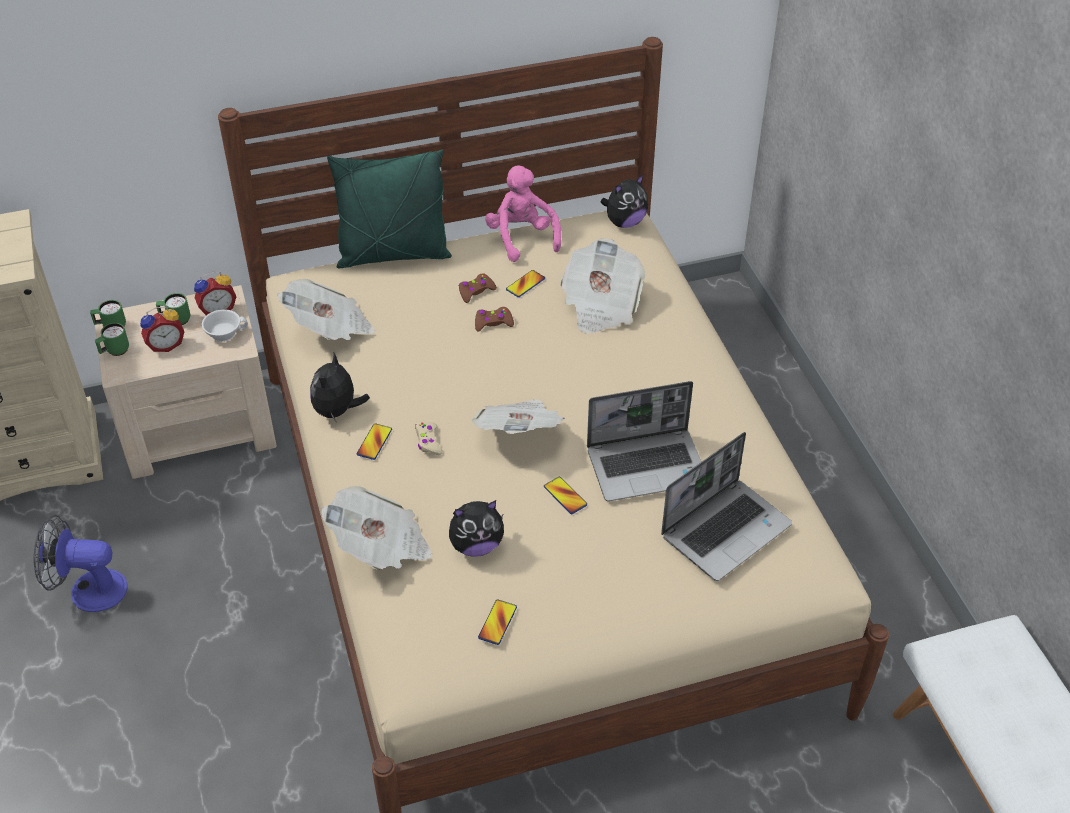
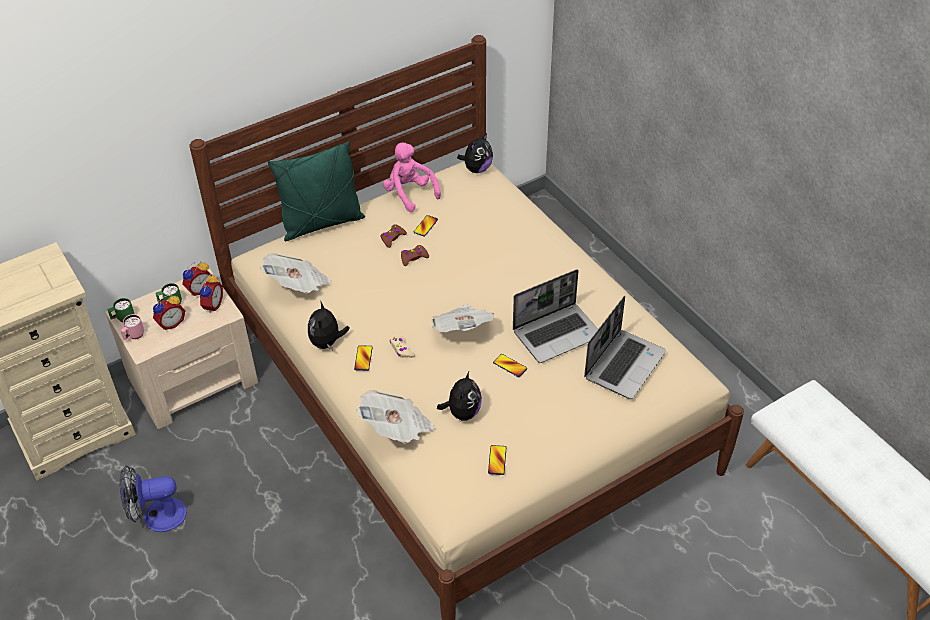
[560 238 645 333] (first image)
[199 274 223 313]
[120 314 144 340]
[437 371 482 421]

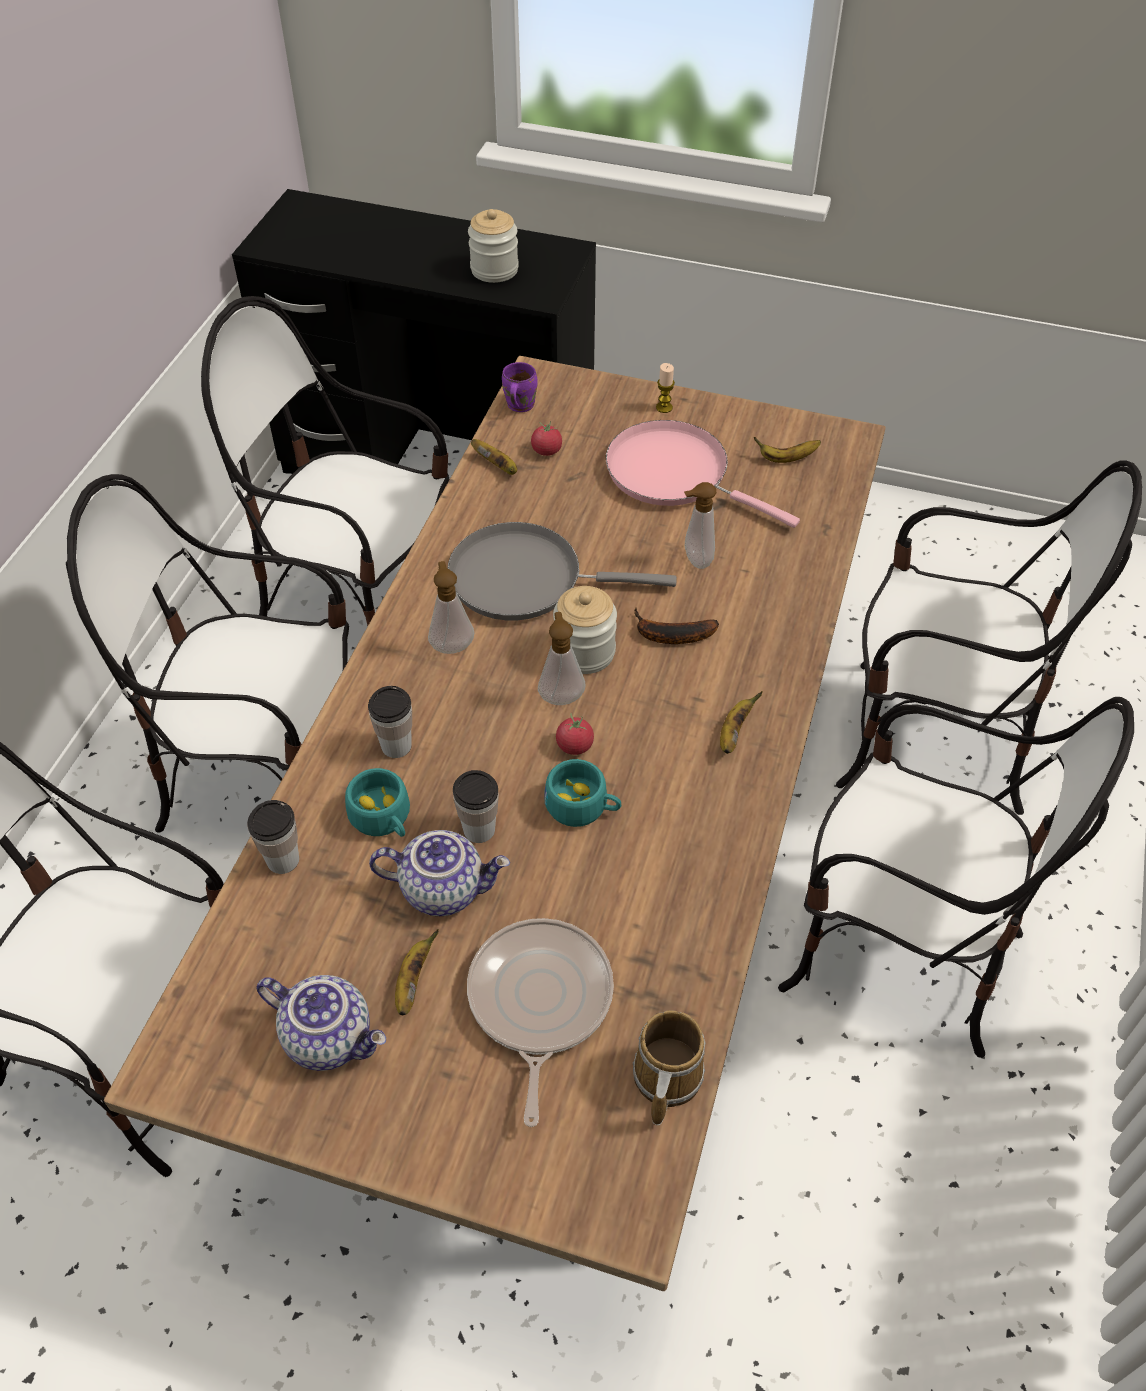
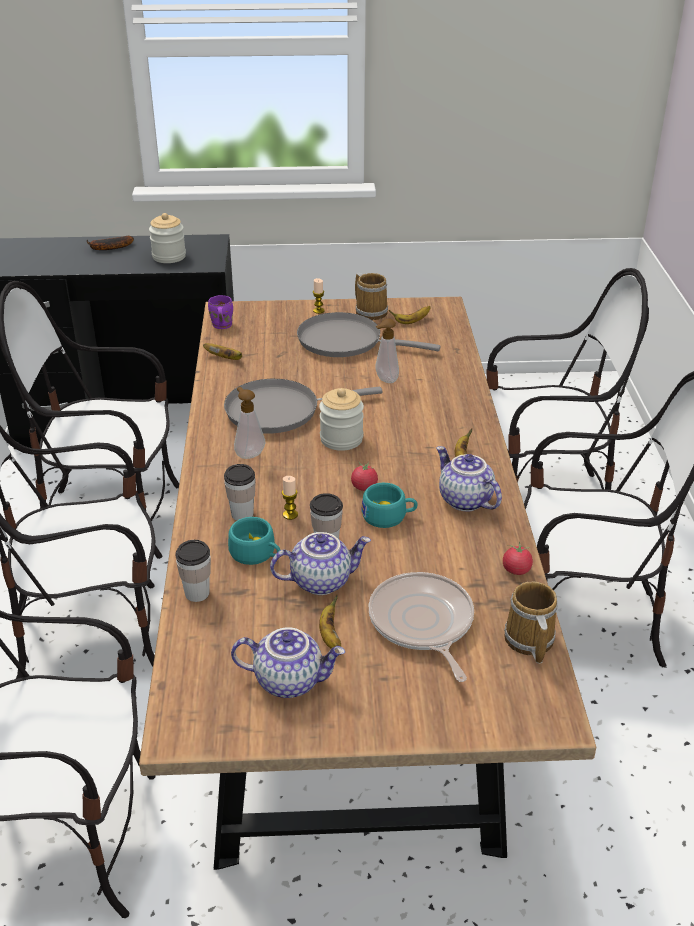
[538 612 585 705] (first image)
[282 476 298 520]
[355 273 388 320]
[436 446 502 511]
[503 542 533 575]
[87 236 134 250]
[297 312 441 357]

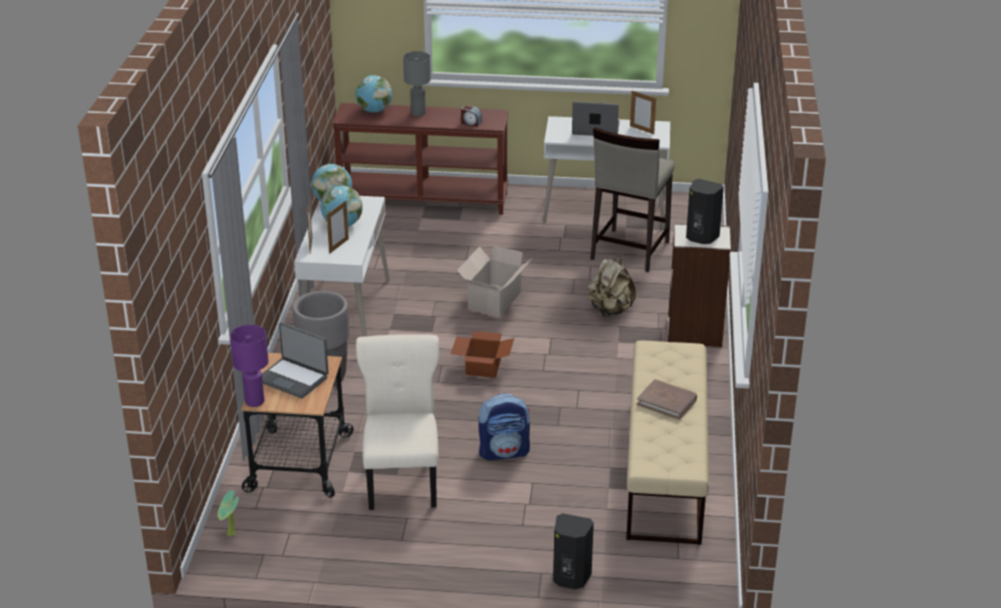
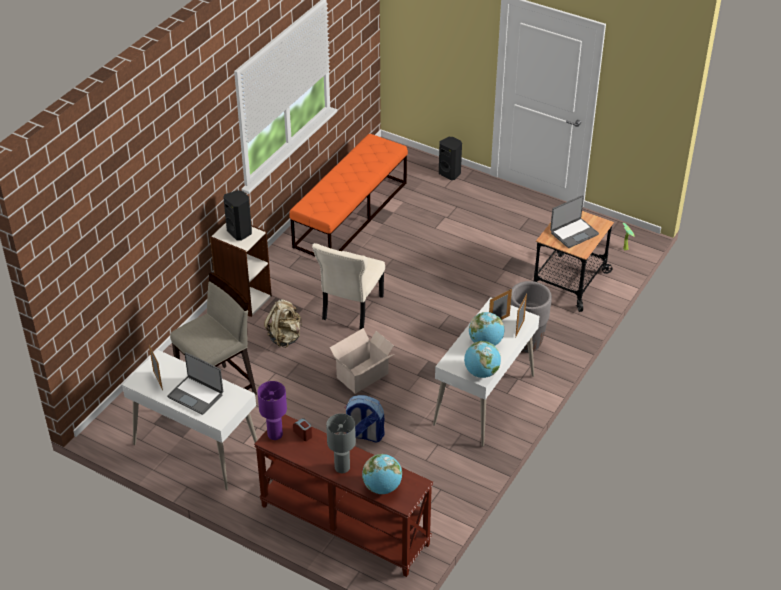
[451 331 514 378] (first image)
[637 379 697 420] (first image)
[257 381 287 440]
[312 243 385 330]
[344 395 384 443]
[289 134 408 256]
[550 195 599 248]

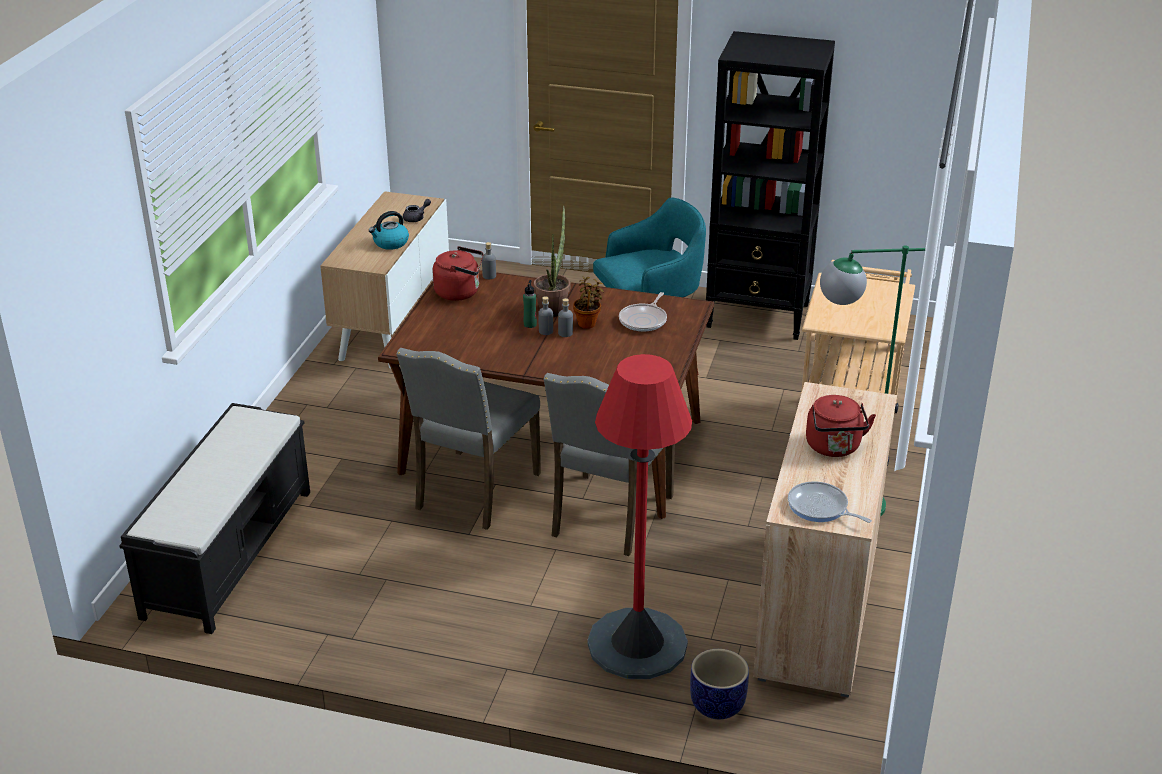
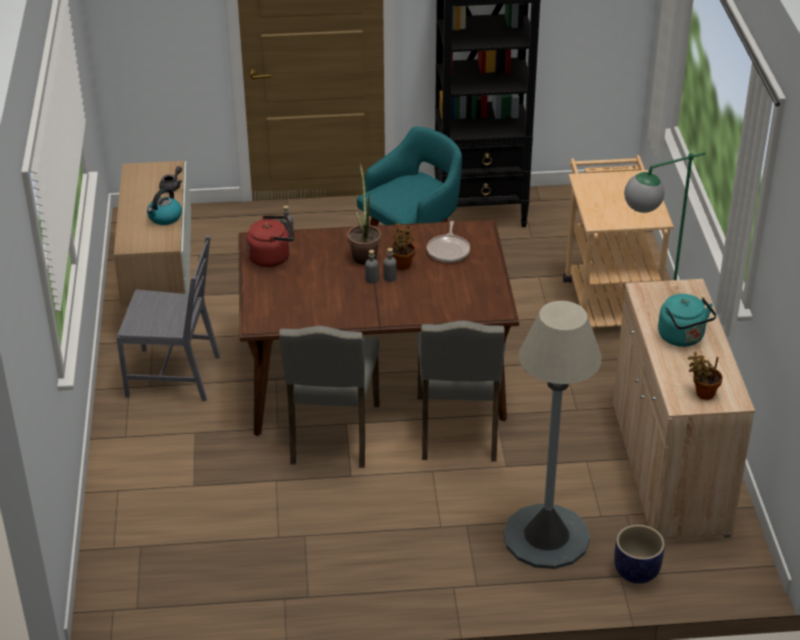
[119 403 310 634] (first image)
[523 280 537 328] (first image)
[116 235 220 401]
[688 352 723 400]
[503 301 602 569]
[658 294 717 347]

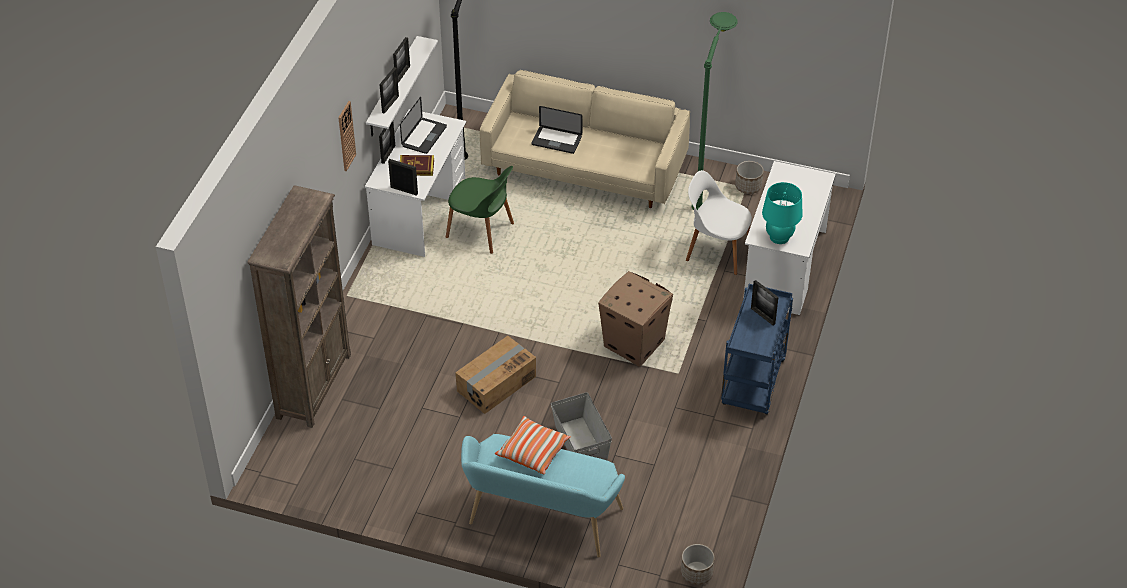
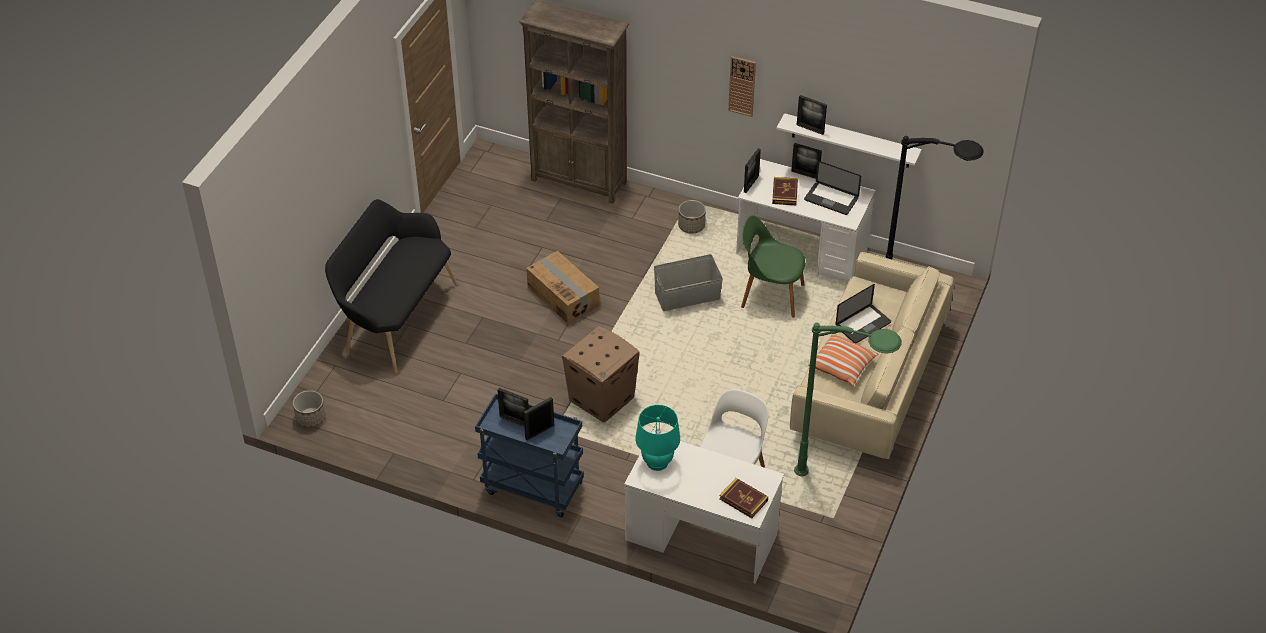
[719 478 768 518]
[498 388 529 426]
[808 333 879 386]
[654 254 723 311]
[678 200 706 234]
[325 199 457 373]
[741 215 805 318]
[835 284 891 344]

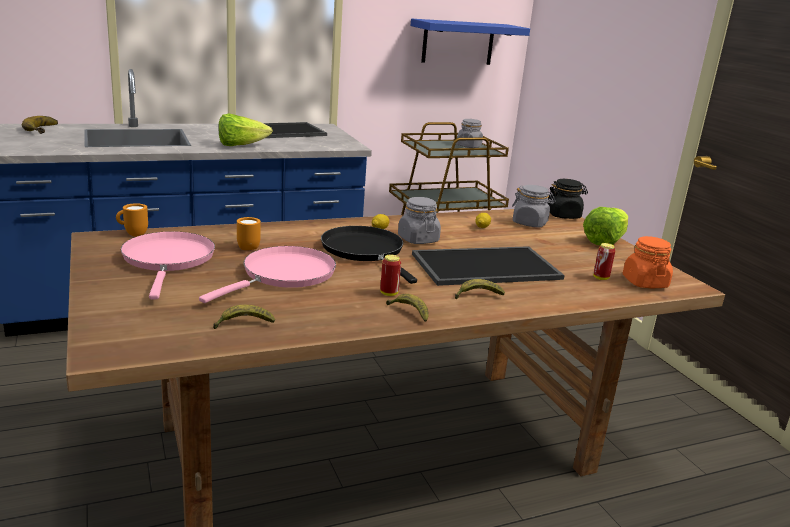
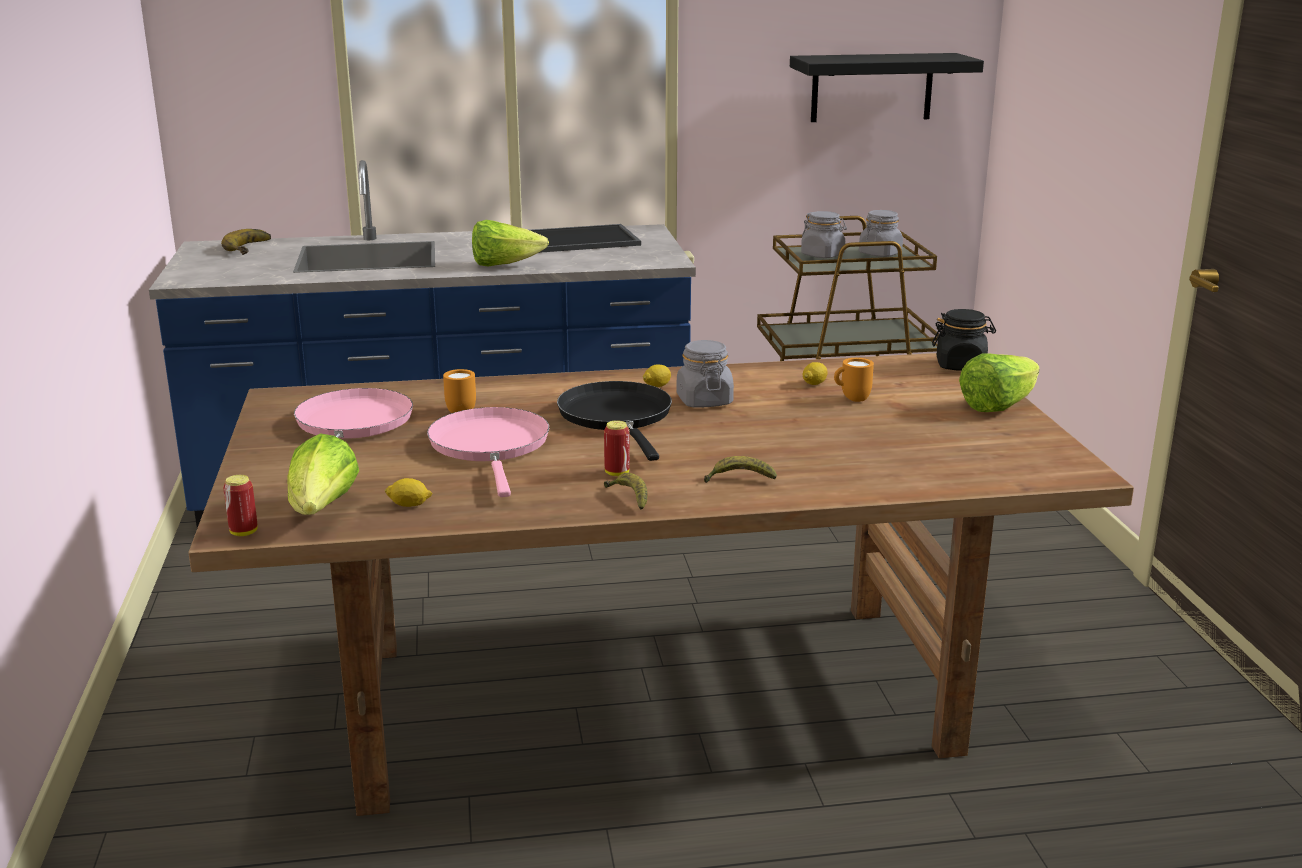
[412 246 565 286] (first image)
[623 236 673 288] (first image)
[288 433 359 515]
[834 358 874 402]
[801 211 847 258]
[223 475 258 536]
[385 478 433 507]
[790 53 984 122]
[427 407 549 497]

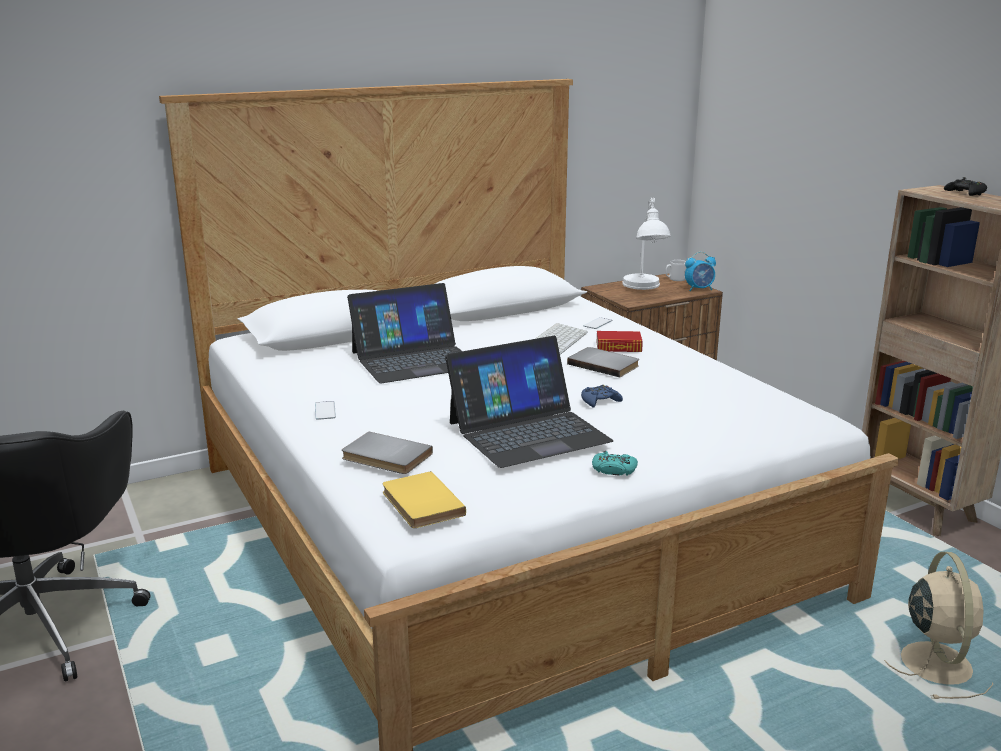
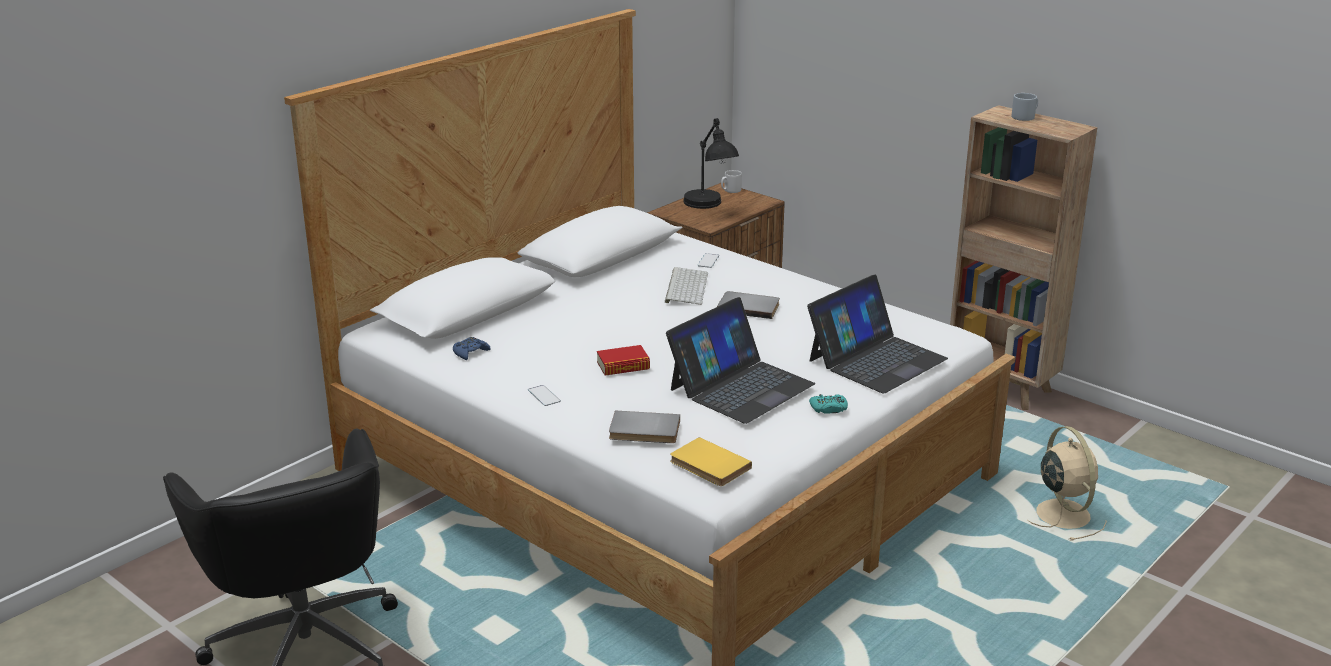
[685 252 716 291] (first image)
[807 275 948 393]
[453 337 491 360]
[597 345 650 376]
[1012 93 1038 121]
[683 118 739 209]

